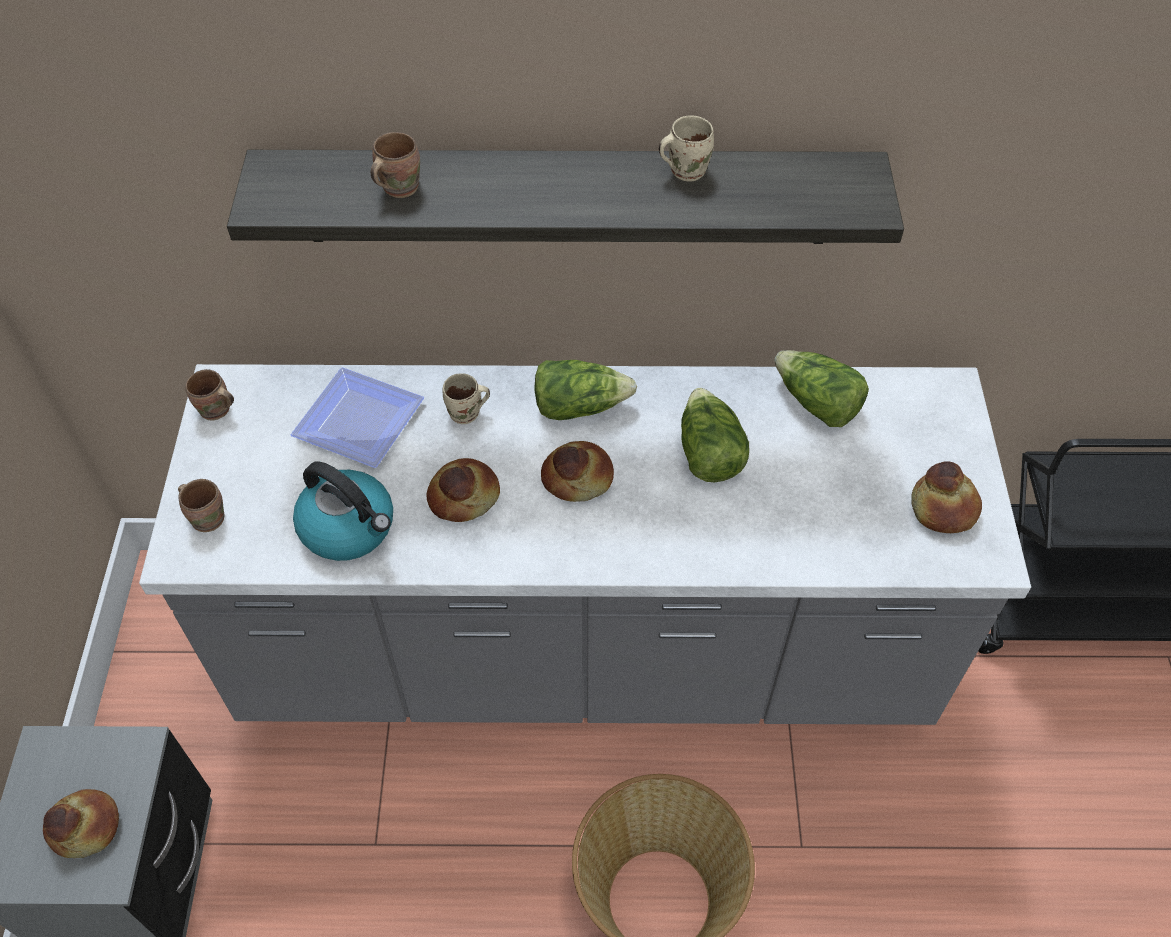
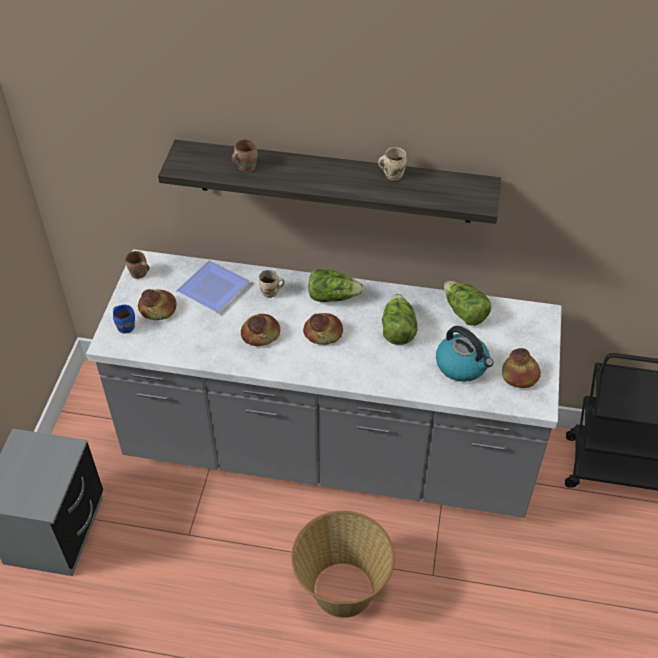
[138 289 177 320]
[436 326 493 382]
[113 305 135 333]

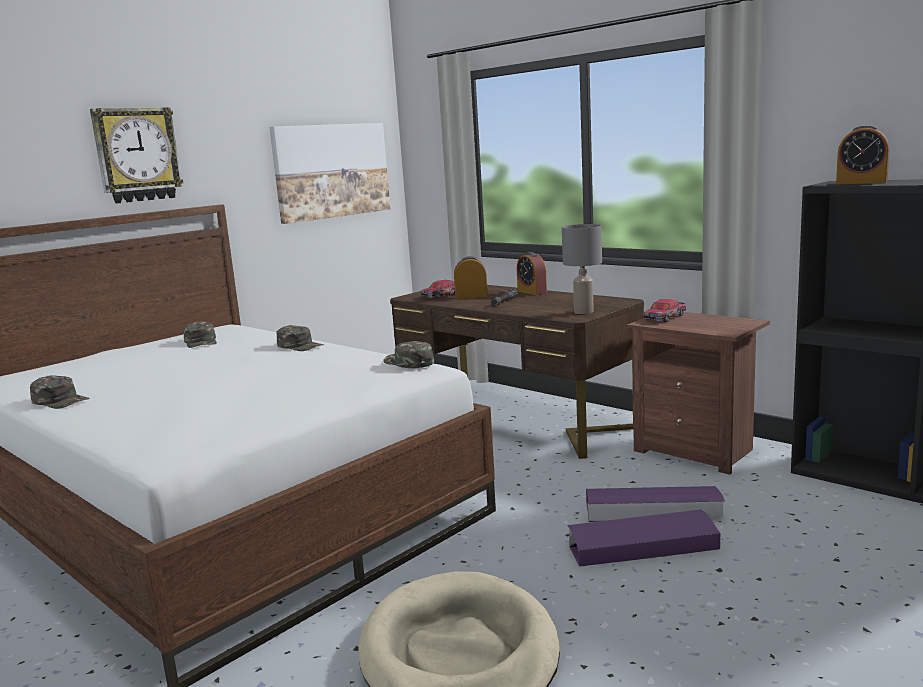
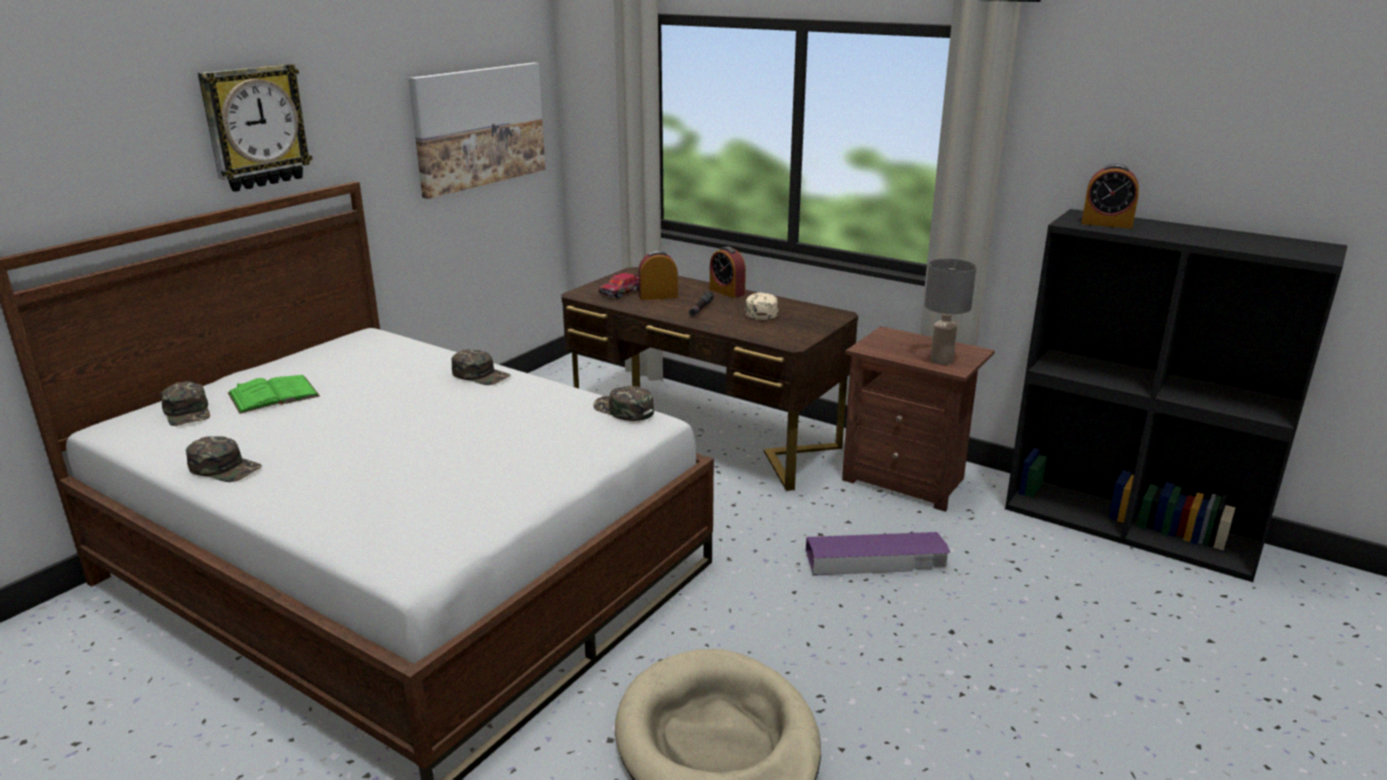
[567 509 720 567] (first image)
[643 299 686 322] (first image)
[228 375 320 414]
[745 292 778 320]
[160 381 210 426]
[925 259 976 365]

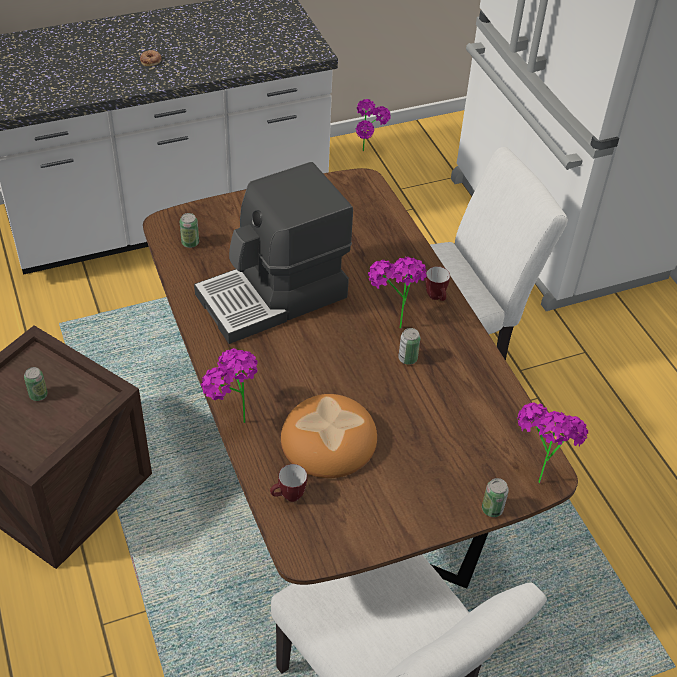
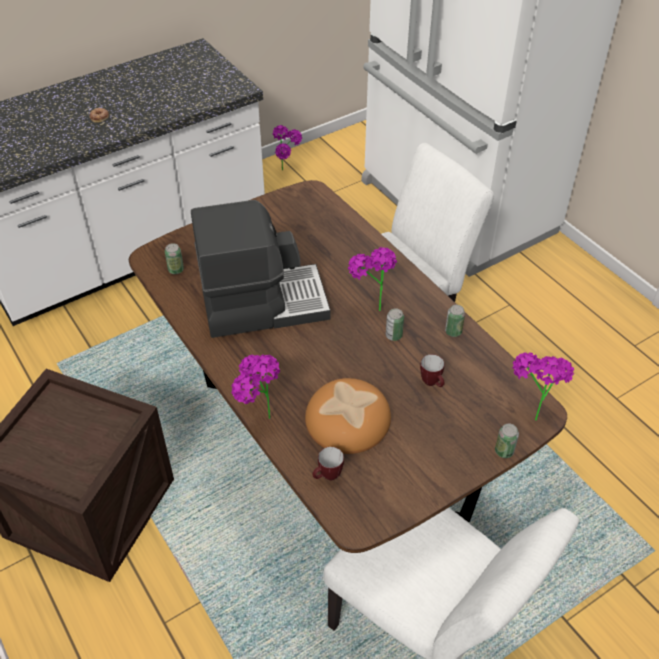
[445 305 465 337]
[420 354 444 387]
[191 200 331 338]

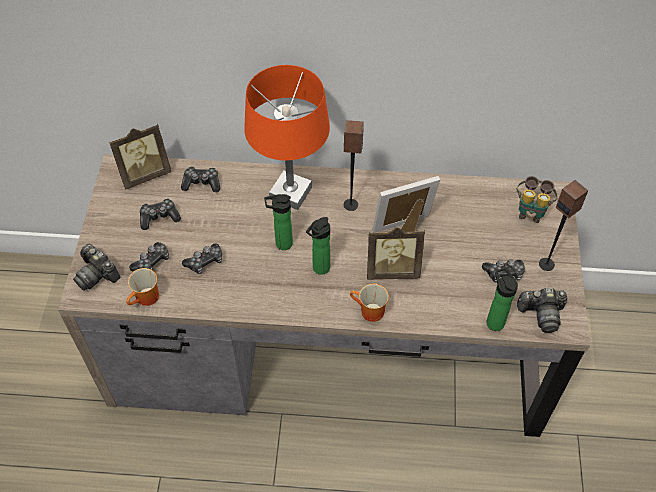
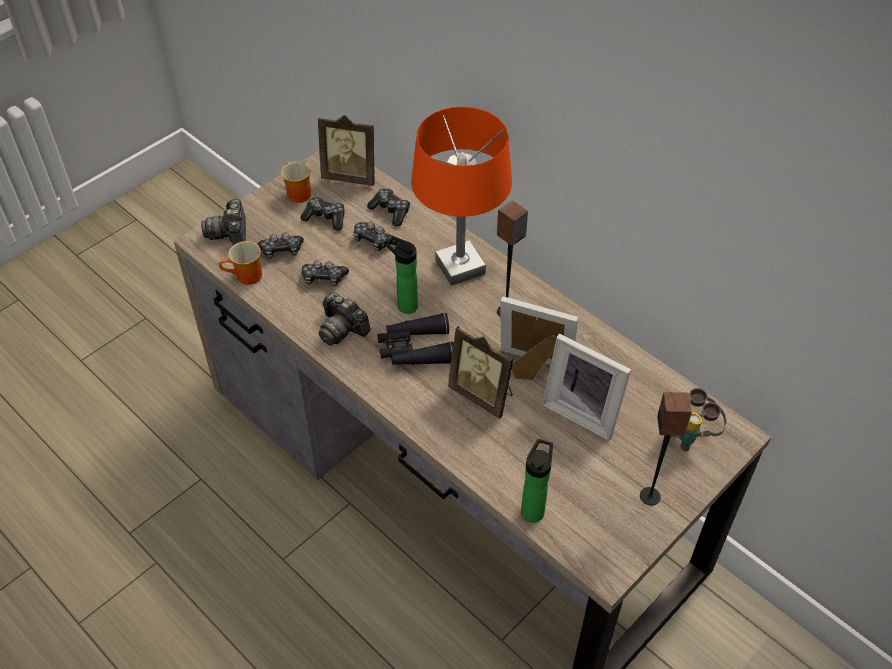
[542 334 631 440]
[281 161 311 203]
[353 222 399 251]
[318 292 370 346]
[377 313 454 365]

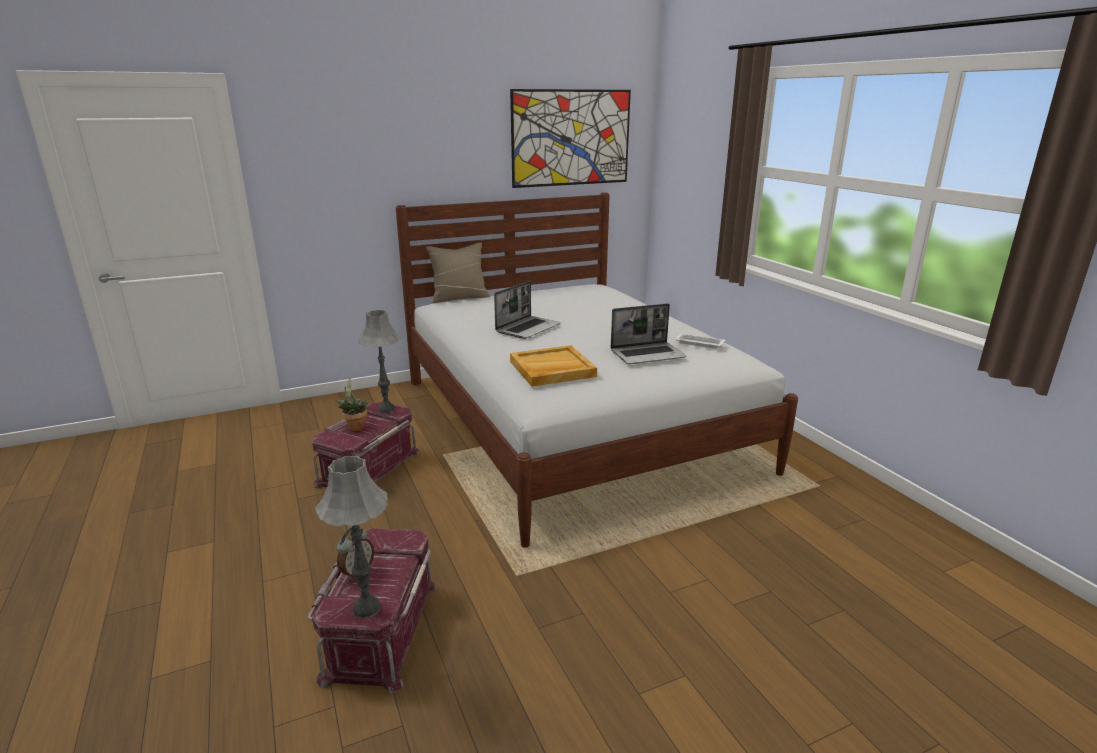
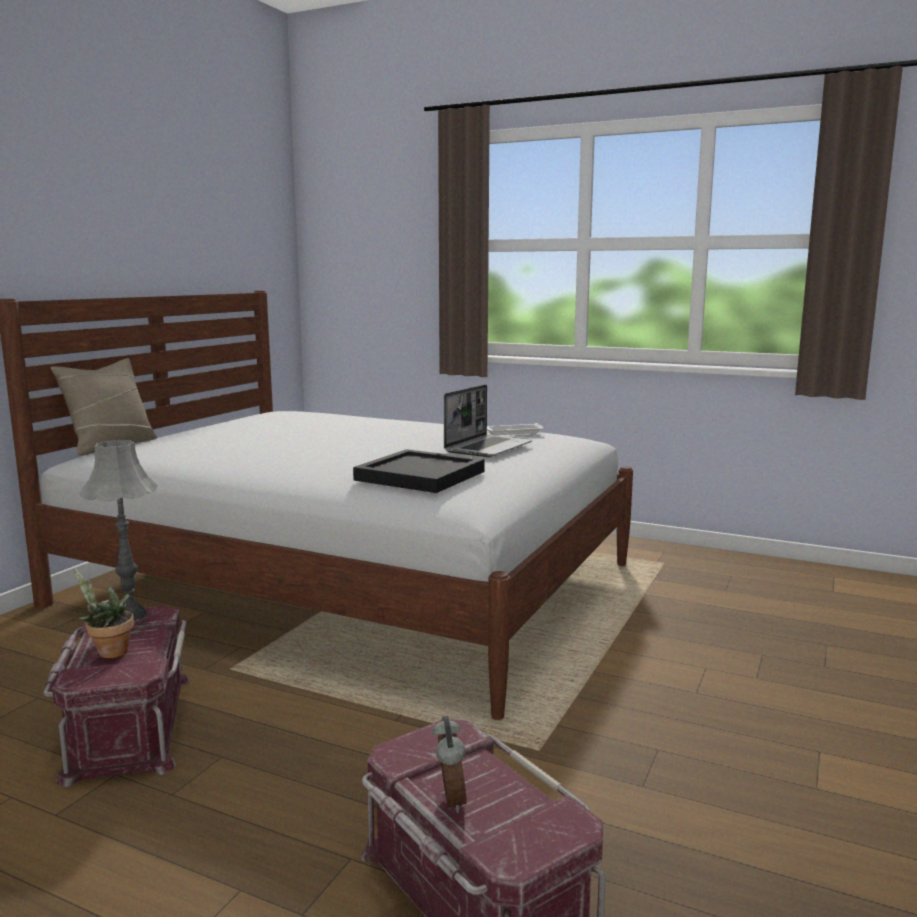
[315 456 388 619] (first image)
[494 281 561 339] (first image)
[510 89 631 188] (first image)
[353 449 485 493]

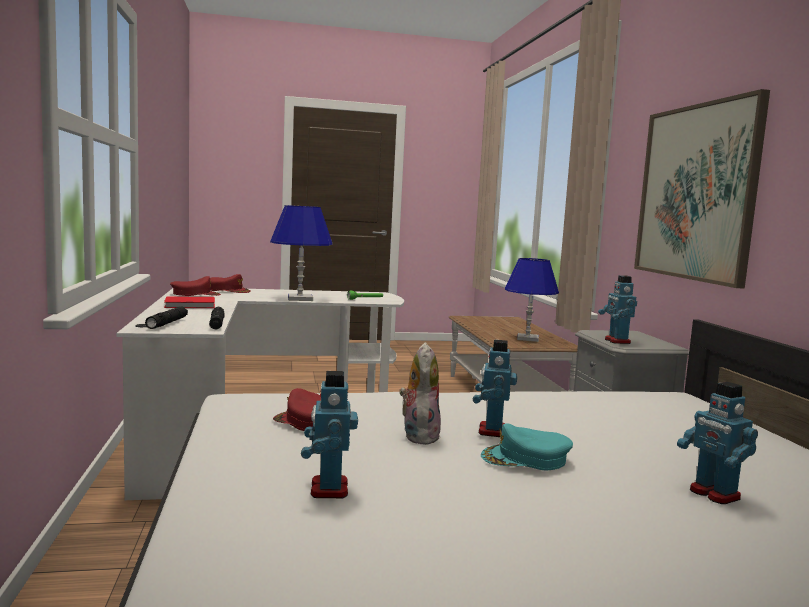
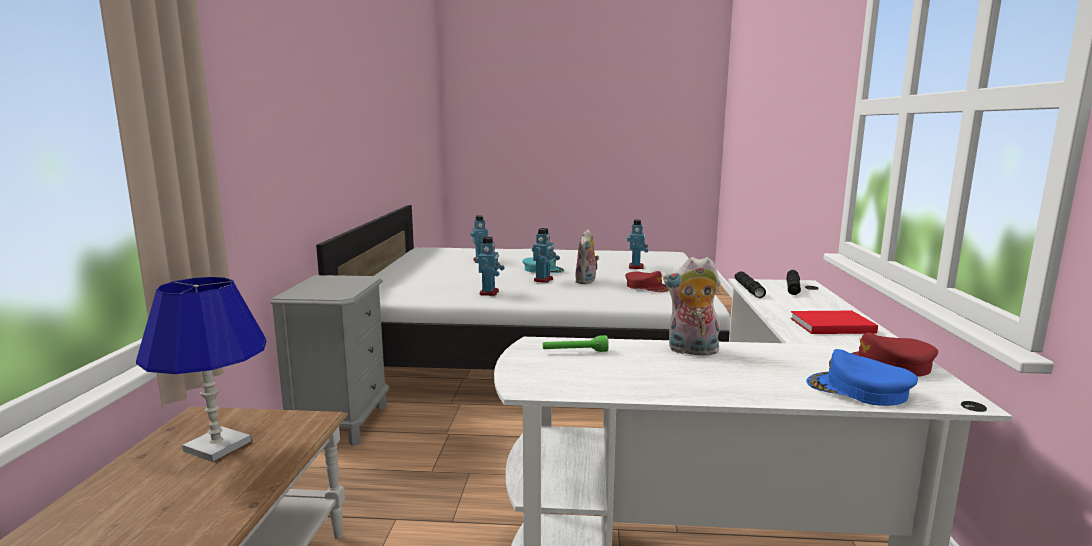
[634 89 770 288] (first image)
[476 237 505 296]
[663 257 720 355]
[806 349 918 406]

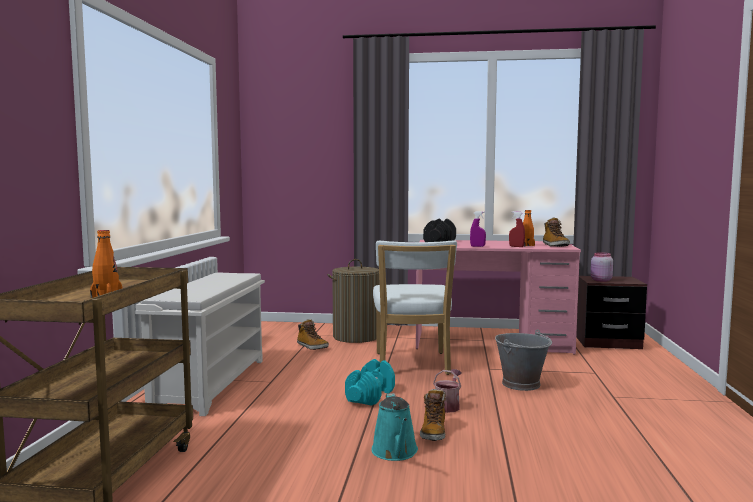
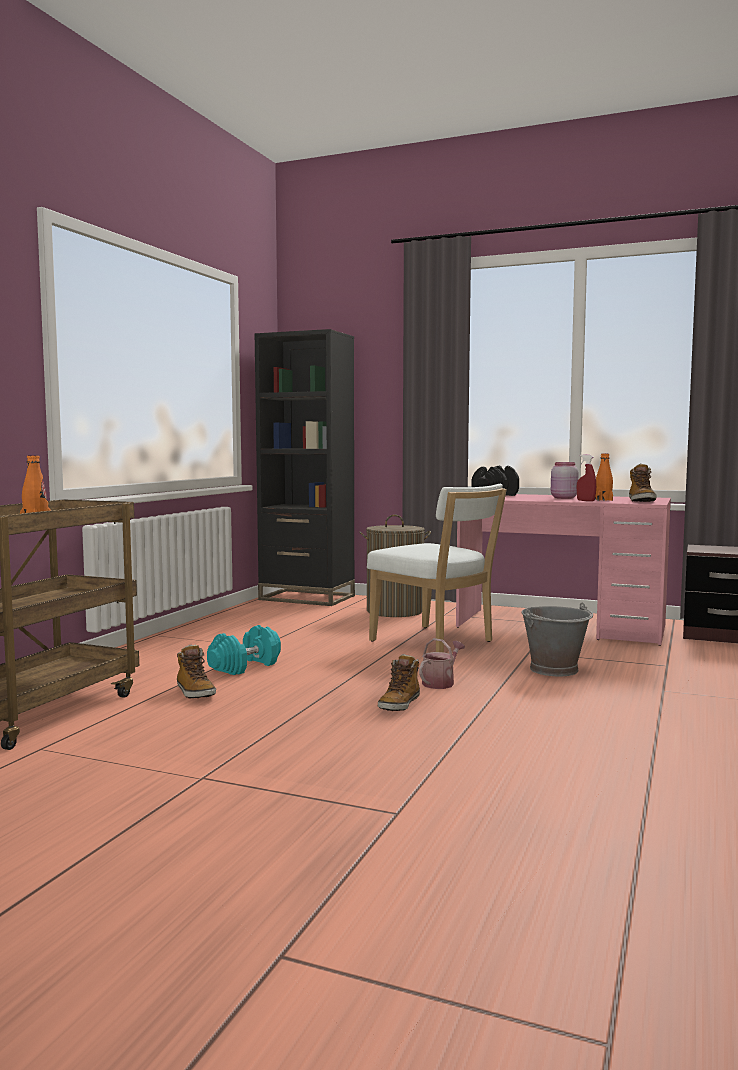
[135 273 265 416] (first image)
[371 393 418 461] (first image)
[470 211 486 247] (first image)
[255 329 355 606]
[177 645 216 698]
[207 625 281 675]
[551 462 579 499]
[367 484 507 652]

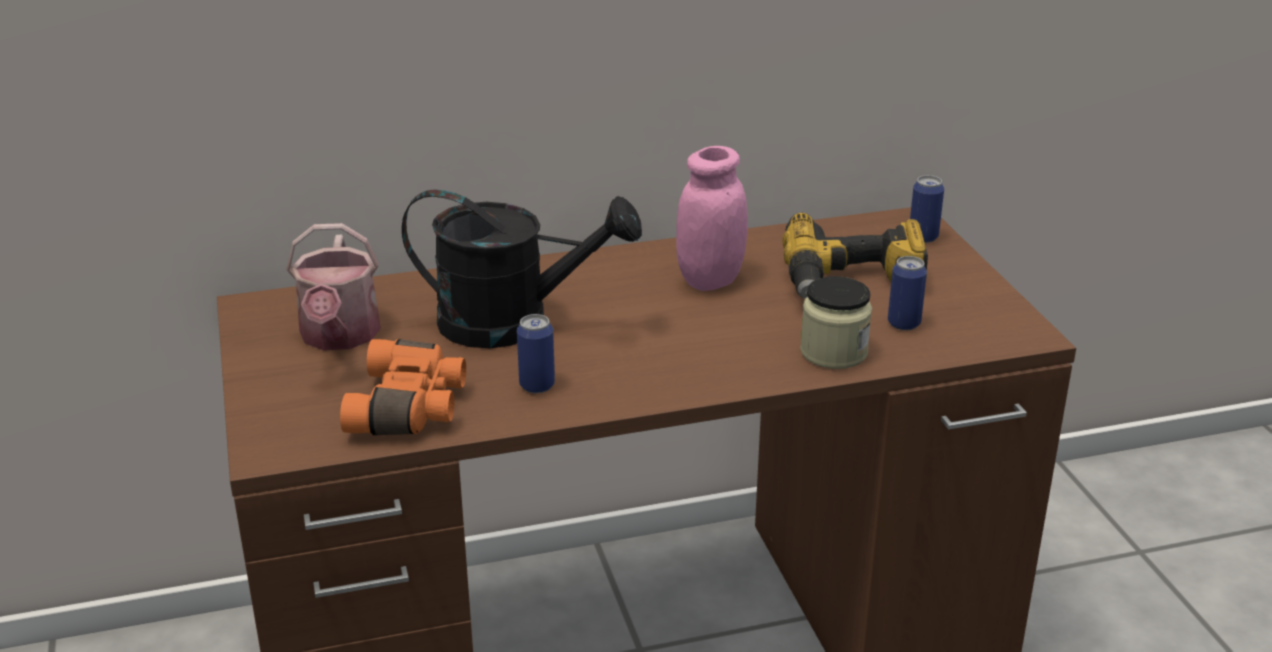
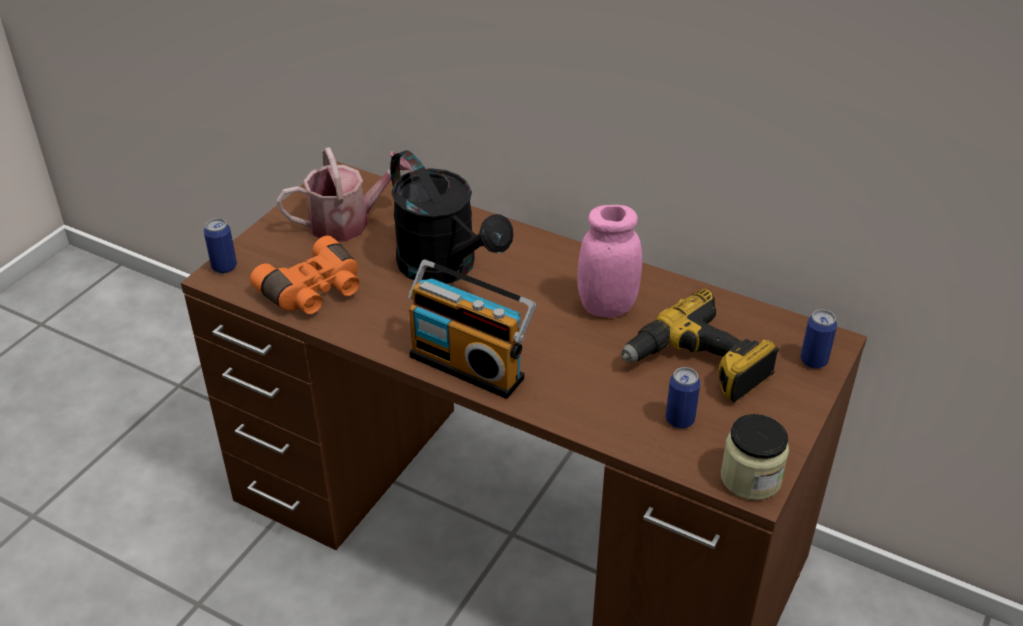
[408 259 536 399]
[204 218 237 273]
[721 414 789 500]
[277 147 412 241]

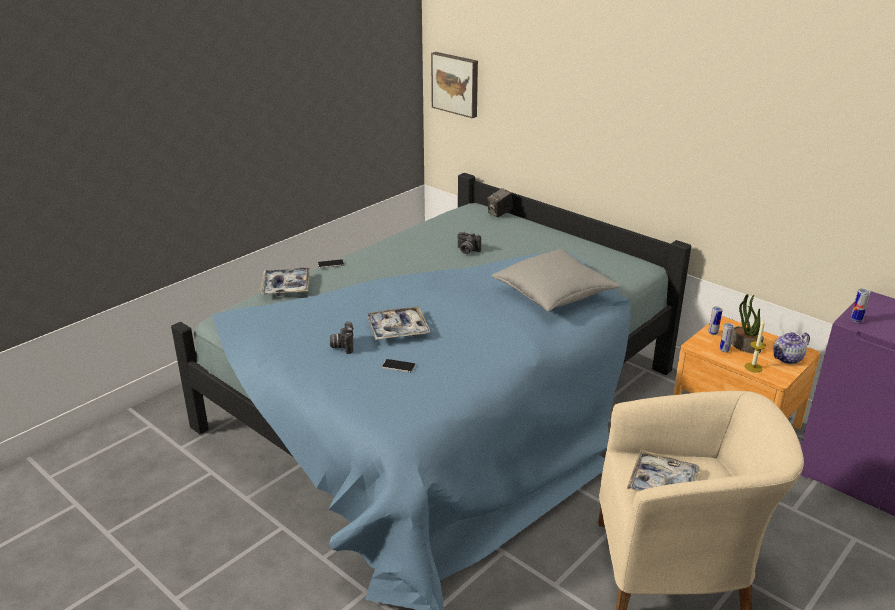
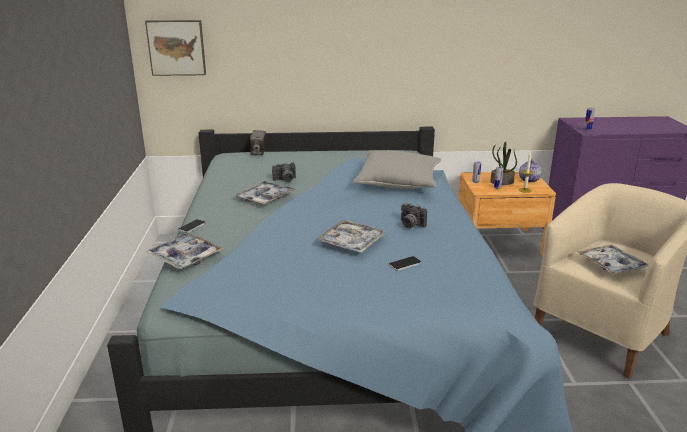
[234 181 295 205]
[401 203 427 228]

